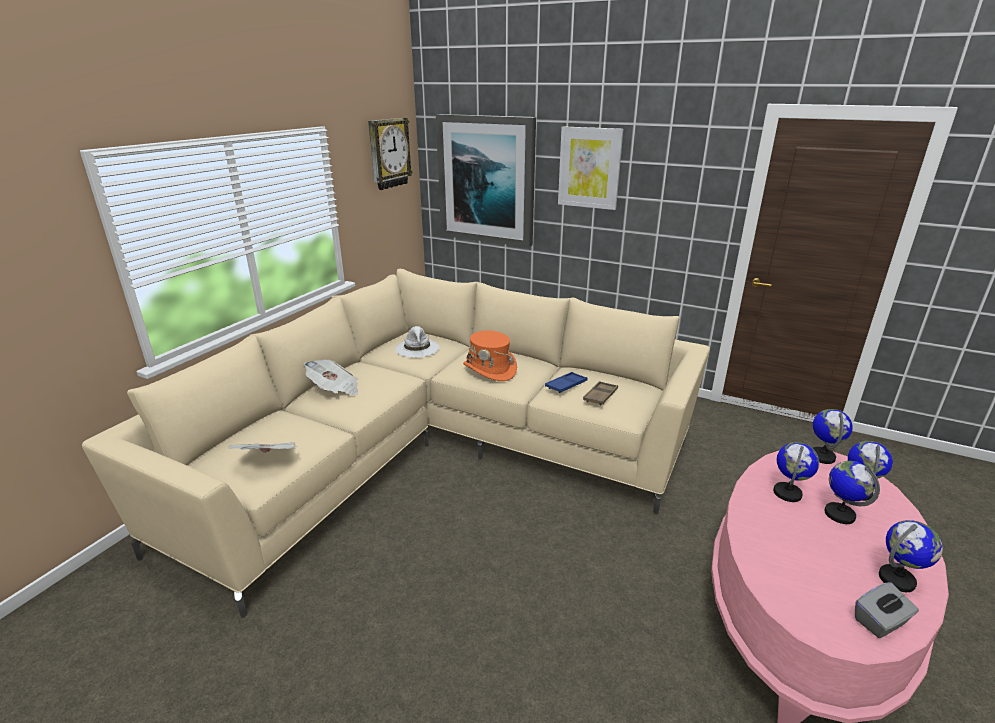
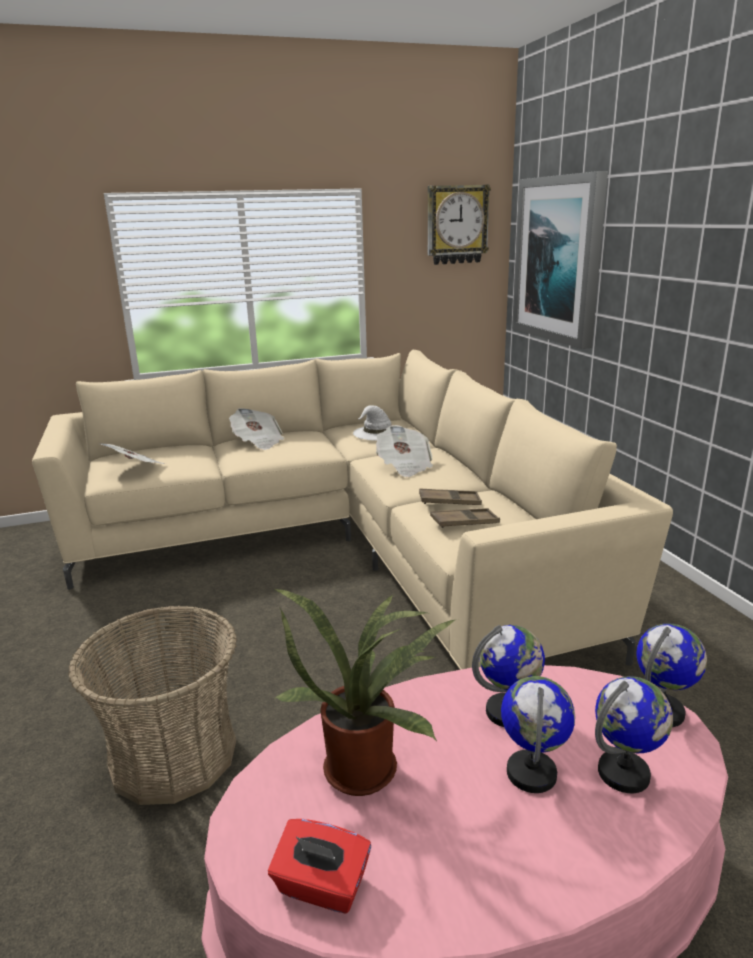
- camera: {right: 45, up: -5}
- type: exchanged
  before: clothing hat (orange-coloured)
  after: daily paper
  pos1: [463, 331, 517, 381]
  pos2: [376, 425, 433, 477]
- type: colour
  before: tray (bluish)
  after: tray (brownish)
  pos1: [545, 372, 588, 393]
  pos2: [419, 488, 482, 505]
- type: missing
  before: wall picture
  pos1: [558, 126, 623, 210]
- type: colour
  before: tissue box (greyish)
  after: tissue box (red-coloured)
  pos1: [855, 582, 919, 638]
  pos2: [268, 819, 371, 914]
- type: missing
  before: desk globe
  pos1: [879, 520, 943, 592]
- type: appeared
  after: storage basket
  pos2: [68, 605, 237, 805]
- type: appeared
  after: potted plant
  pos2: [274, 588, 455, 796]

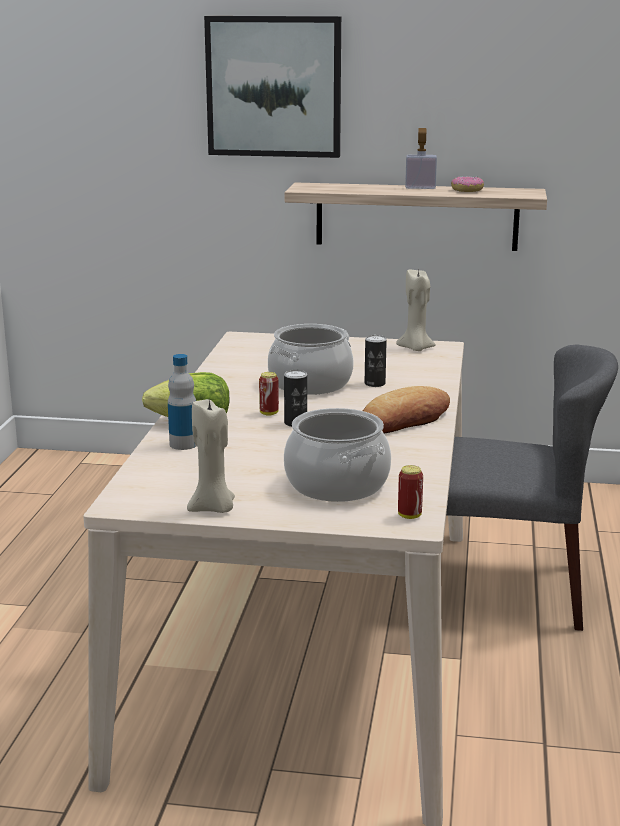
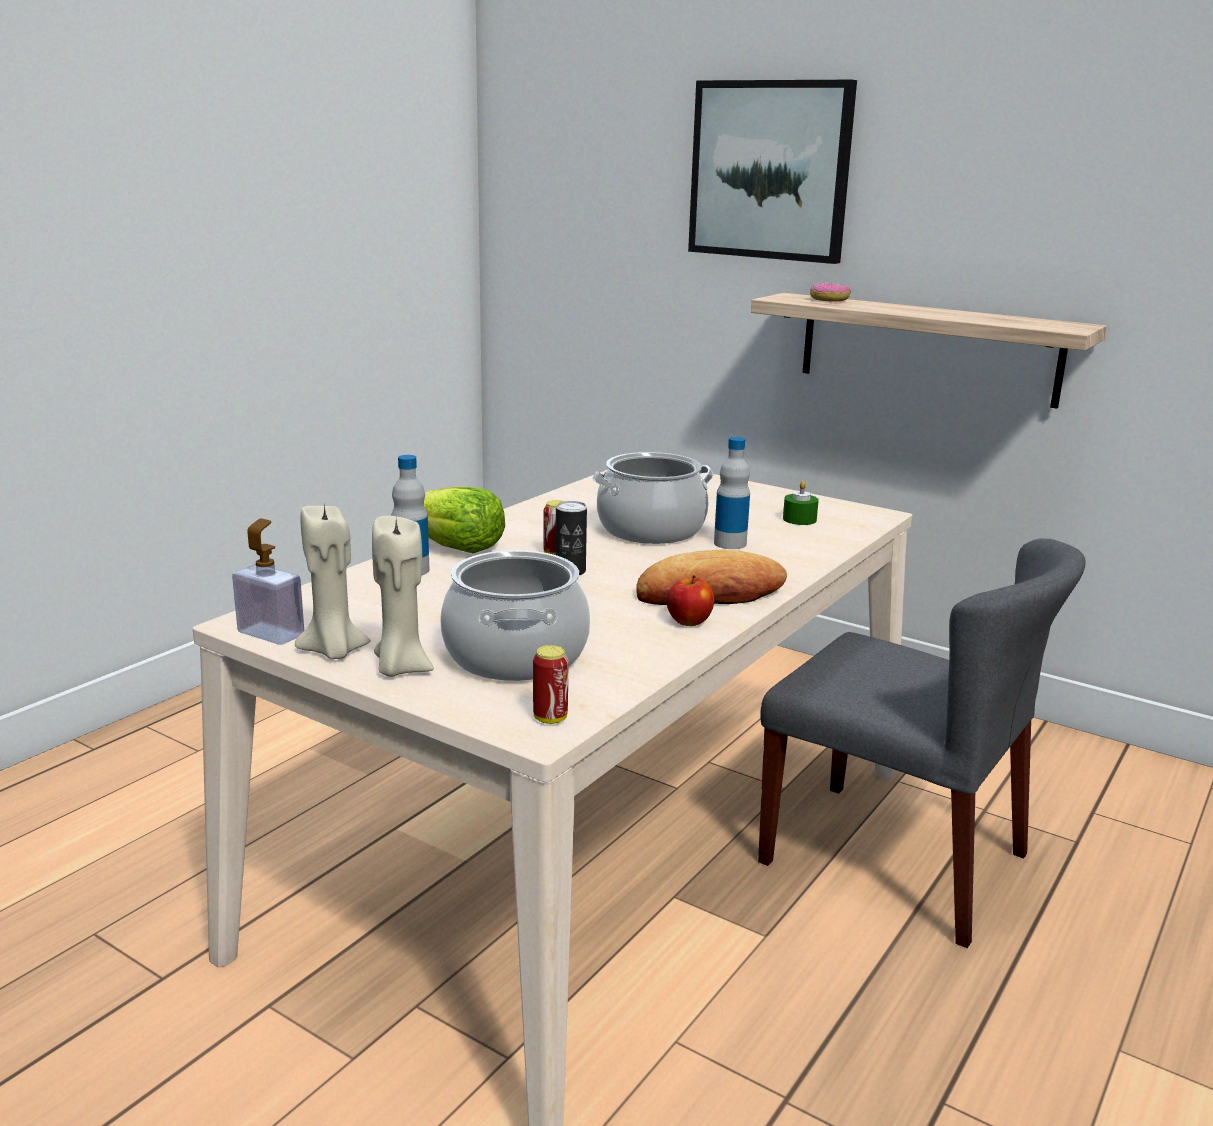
- camera: {right: 25, up: 0}
- type: exchanged
  before: metal can
  after: drink bottle
  pos1: [365, 335, 387, 387]
  pos2: [714, 437, 750, 549]
- type: relocated
  before: wax light (beige-coloured)
  pos1: [396, 269, 436, 351]
  pos2: [372, 516, 434, 677]
- type: relocated
  before: soap bottle
  pos1: [405, 128, 437, 189]
  pos2: [232, 518, 304, 645]
- type: relocated
  before: doughnut
  pos1: [451, 176, 484, 192]
  pos2: [810, 282, 851, 302]
- type: appeared
  after: apple fruit
  pos2: [667, 575, 714, 626]
- type: appeared
  after: wax light (greenish)
  pos2: [783, 481, 819, 525]

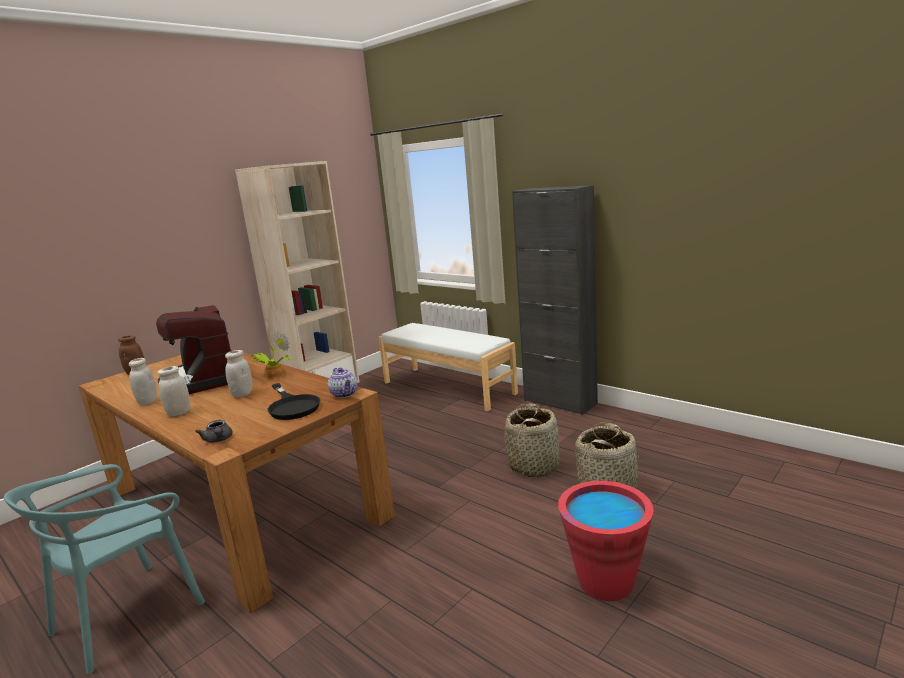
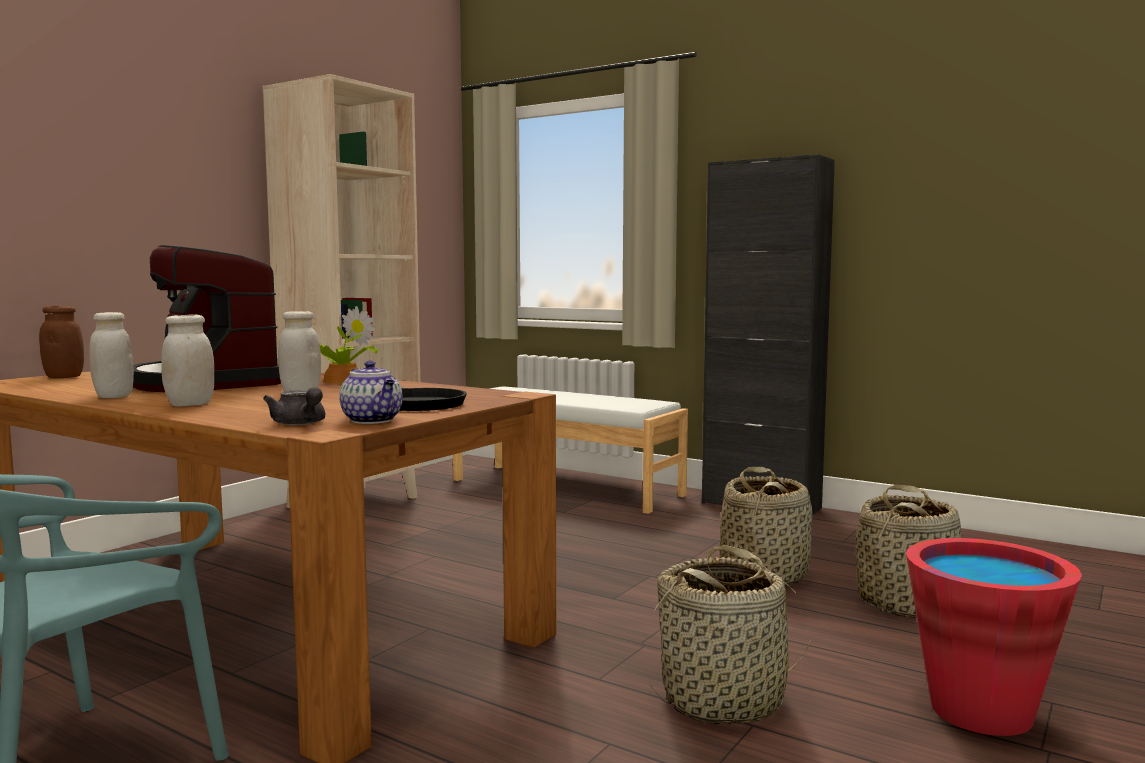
- camera: {right: -10, up: -10}
- type: relocated
  before: pot for tea
  pos1: [328, 368, 357, 398]
  pos2: [339, 361, 403, 424]
- type: appeared
  after: storage basket
  pos2: [647, 545, 812, 724]

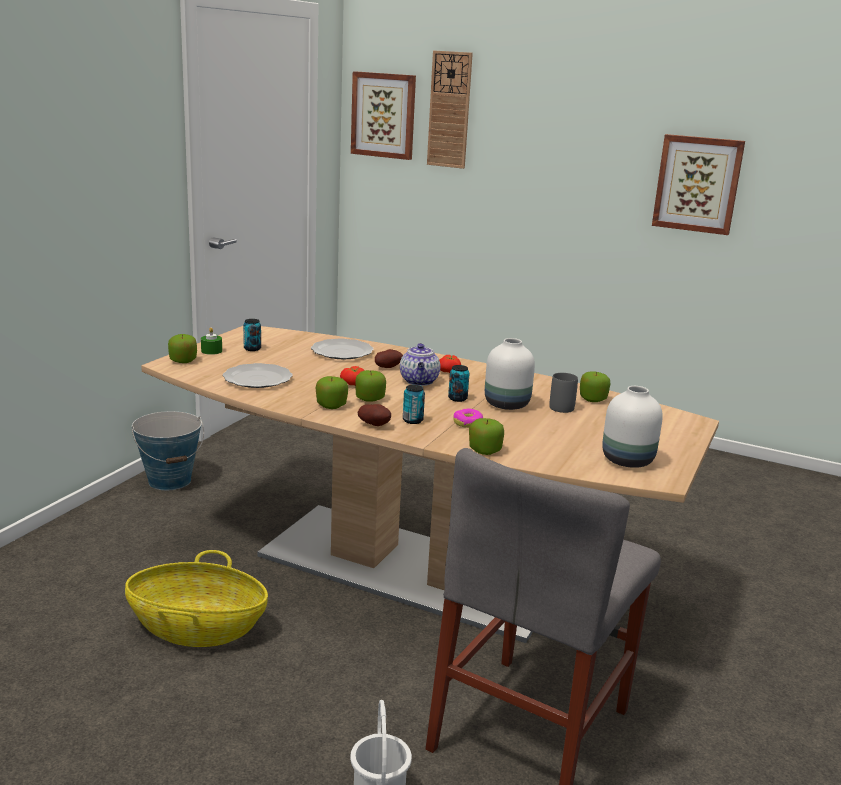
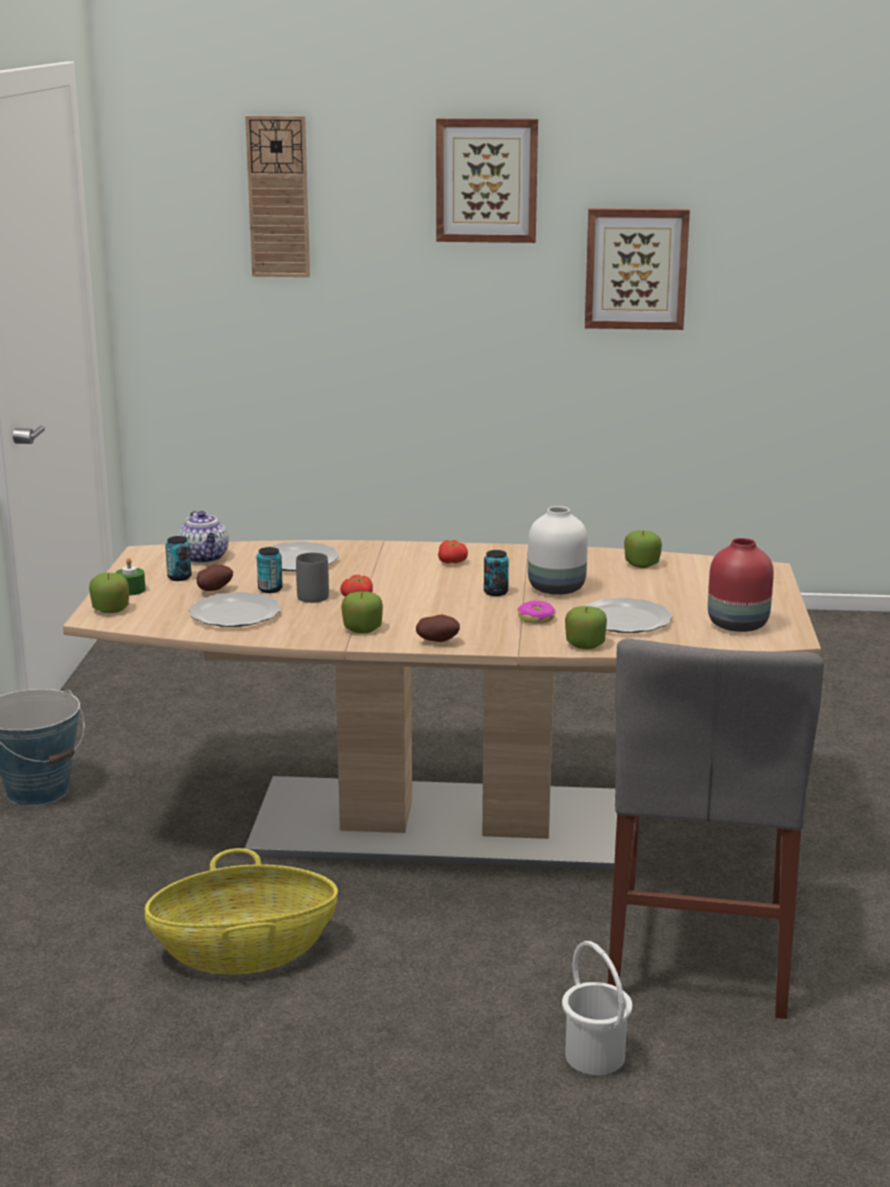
- camera: {right: -20, up: 0}
- type: relocated
  before: wall picture
  pos1: [351, 71, 416, 160]
  pos2: [436, 118, 538, 243]
- type: missing
  before: apple fruit
  pos1: [355, 370, 386, 402]
- type: relocated
  before: whole potato
  pos1: [375, 349, 403, 368]
  pos2: [197, 565, 233, 591]
- type: relocated
  before: pot for tea
  pos1: [400, 343, 441, 386]
  pos2: [178, 511, 229, 563]
- type: relocated
  before: metal can
  pos1: [403, 385, 425, 424]
  pos2: [257, 547, 283, 593]
- type: relocated
  before: mug (greyish)
  pos1: [549, 373, 578, 413]
  pos2: [296, 553, 329, 603]
- type: colour
  before: flower vase (white-coloured)
  after: flower vase (red-coloured)
  pos1: [602, 386, 663, 468]
  pos2: [708, 538, 774, 632]
- type: appeared
  after: flat dish
  pos2: [584, 598, 673, 633]

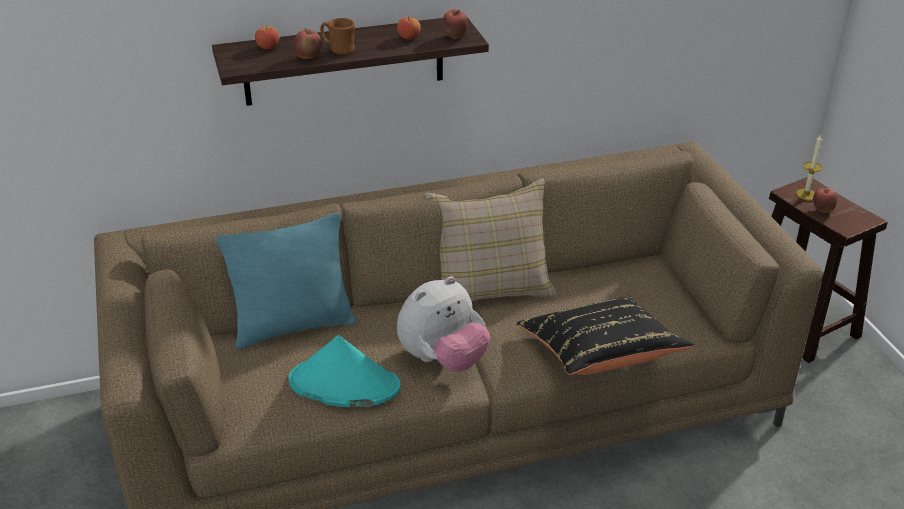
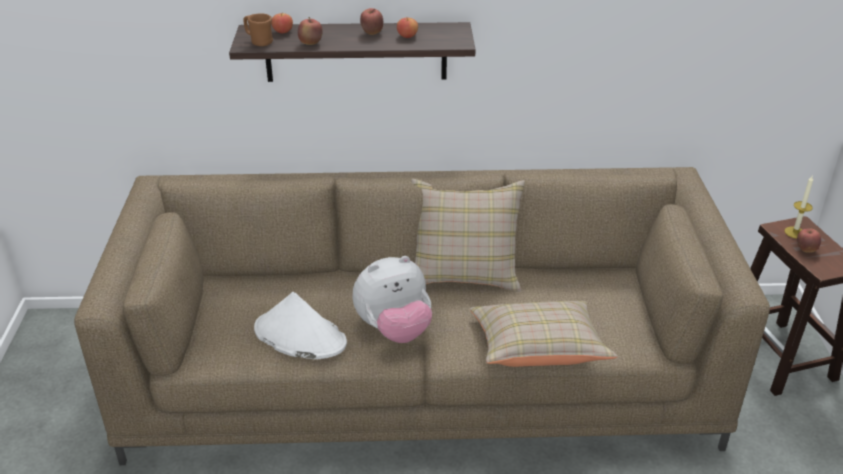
- camera: {right: 15, up: 0}
- type: missing
  before: throw pillow (turquoise-coloured)
  pos1: [217, 213, 356, 349]
- type: colour
  before: clothing hat (turquoise-coloured)
  after: clothing hat (white-coloured)
  pos1: [289, 335, 401, 407]
  pos2: [254, 292, 347, 359]
- type: relocated
  before: mug (brownish)
  pos1: [320, 18, 355, 54]
  pos2: [243, 13, 273, 46]
- type: relocated
  before: apple fruit
  pos1: [442, 9, 468, 39]
  pos2: [360, 8, 383, 35]
- type: colour
  before: throw pillow (black)
  after: throw pillow (beige-coloured)
  pos1: [517, 296, 694, 375]
  pos2: [470, 301, 618, 367]

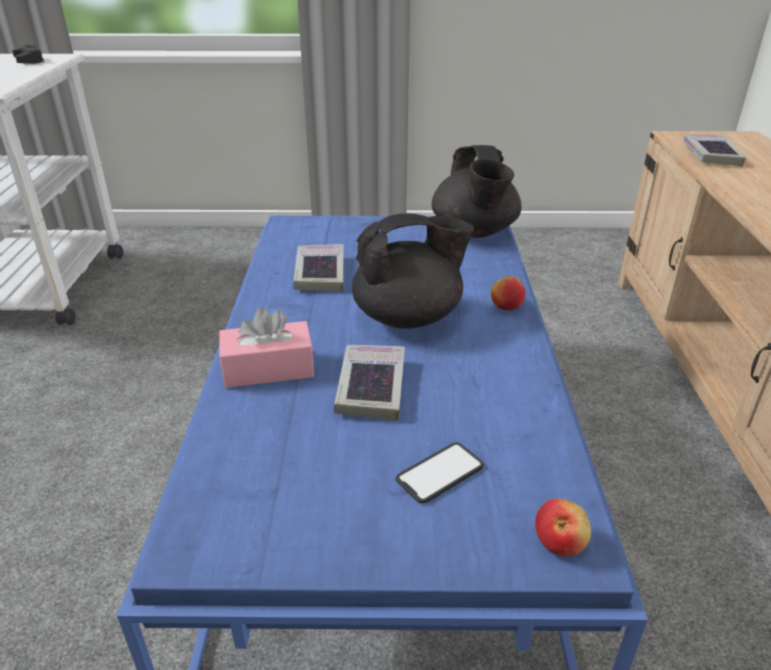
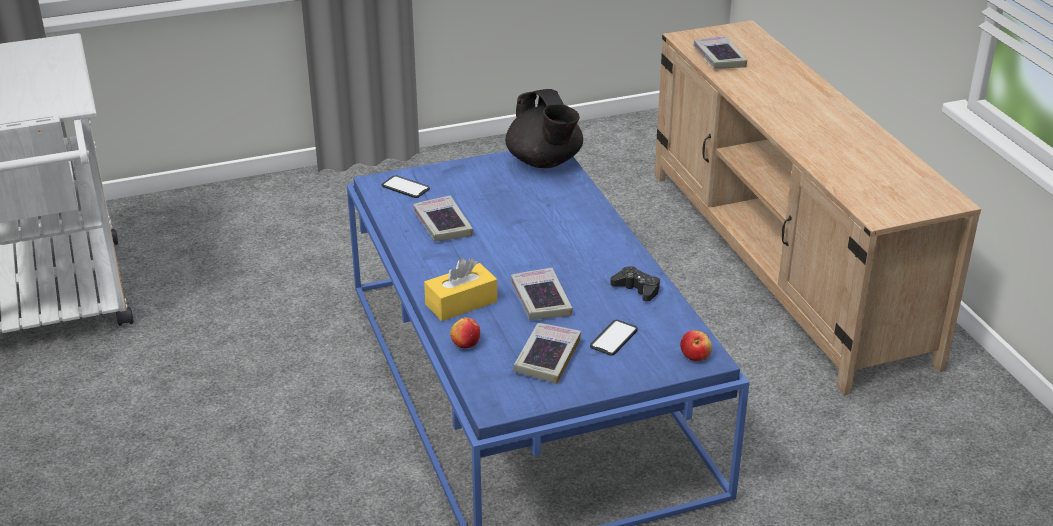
- camera: {right: -20, up: 0}
- type: relocated
  before: gamepad (black)
  pos1: [12, 44, 45, 64]
  pos2: [610, 266, 660, 301]
- type: colour
  before: tissue box (pink)
  after: tissue box (yellow-coloured)
  pos1: [220, 307, 314, 388]
  pos2: [424, 258, 497, 321]
- type: missing
  before: pot for tea (black)
  pos1: [352, 214, 474, 328]
- type: relocated
  before: apple fruit
  pos1: [491, 276, 525, 310]
  pos2: [450, 317, 480, 348]
- type: appeared
  after: phone
  pos2: [382, 175, 430, 198]
- type: appeared
  after: book
  pos2: [513, 323, 581, 384]

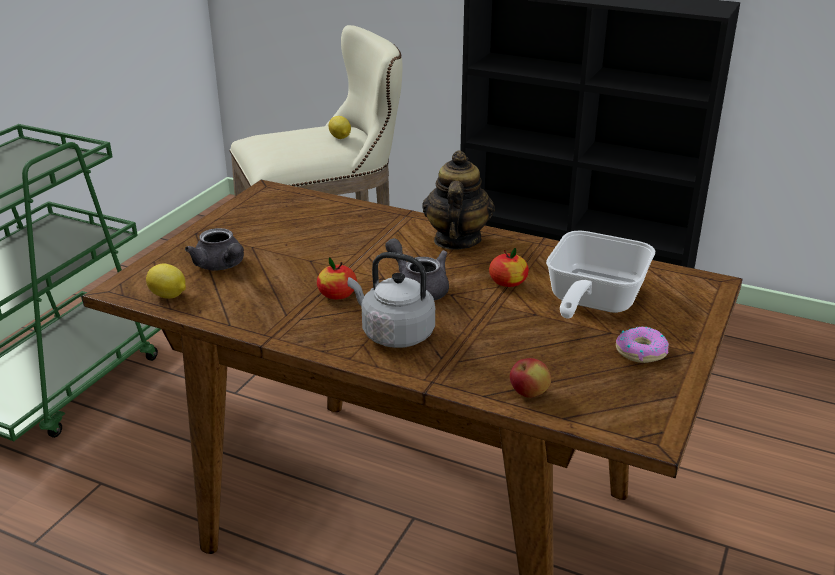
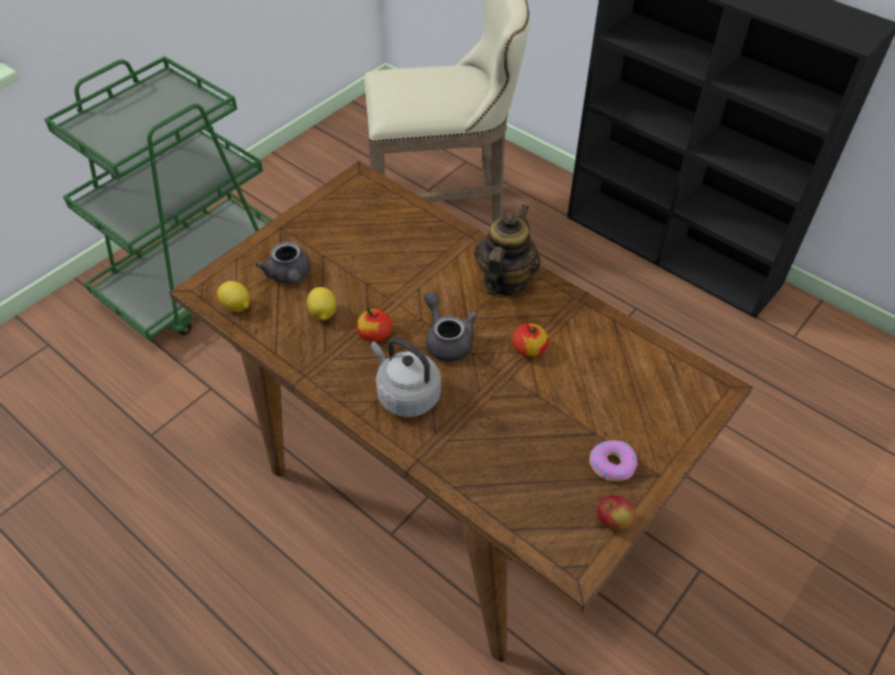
- camera: {right: 15, up: 20}
- type: relocated
  before: lemon
  pos1: [328, 116, 351, 139]
  pos2: [307, 287, 337, 321]
- type: relocated
  before: apple fruit
  pos1: [510, 358, 551, 398]
  pos2: [597, 495, 635, 530]
- type: missing
  before: pan
  pos1: [546, 230, 655, 319]

